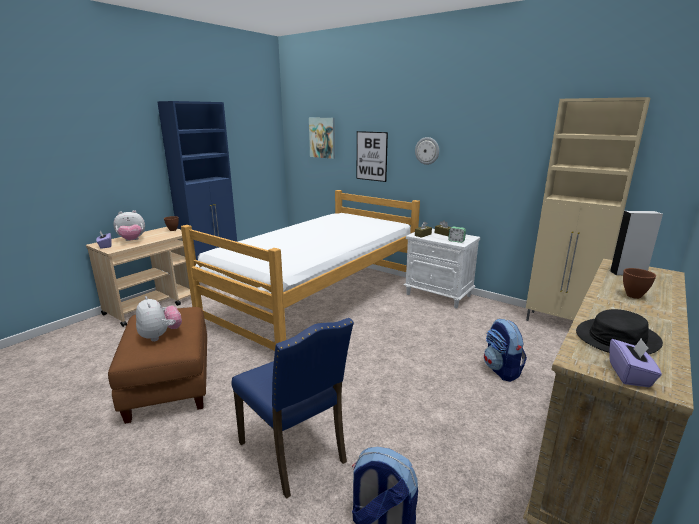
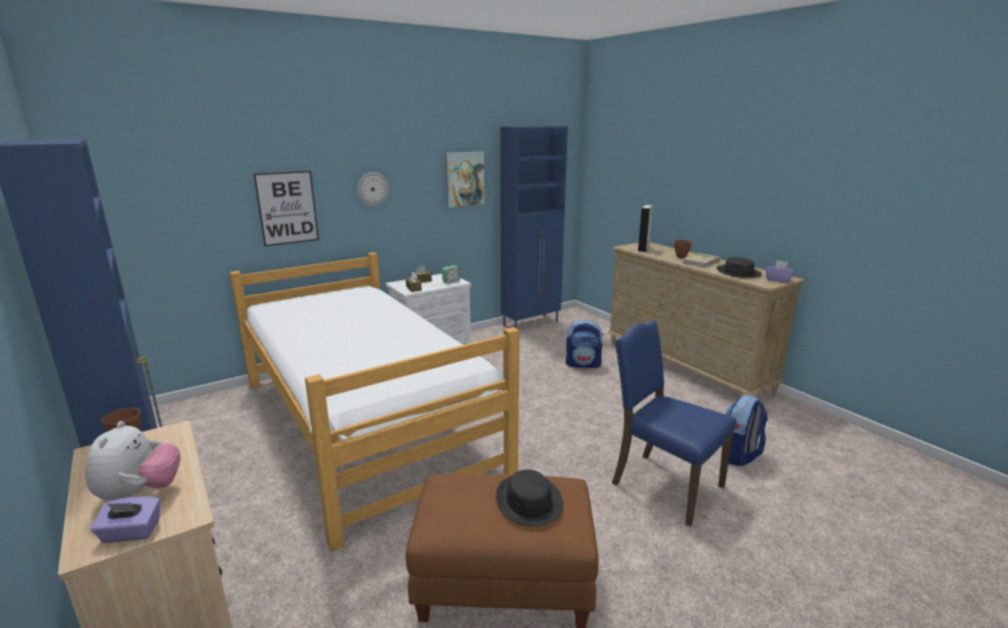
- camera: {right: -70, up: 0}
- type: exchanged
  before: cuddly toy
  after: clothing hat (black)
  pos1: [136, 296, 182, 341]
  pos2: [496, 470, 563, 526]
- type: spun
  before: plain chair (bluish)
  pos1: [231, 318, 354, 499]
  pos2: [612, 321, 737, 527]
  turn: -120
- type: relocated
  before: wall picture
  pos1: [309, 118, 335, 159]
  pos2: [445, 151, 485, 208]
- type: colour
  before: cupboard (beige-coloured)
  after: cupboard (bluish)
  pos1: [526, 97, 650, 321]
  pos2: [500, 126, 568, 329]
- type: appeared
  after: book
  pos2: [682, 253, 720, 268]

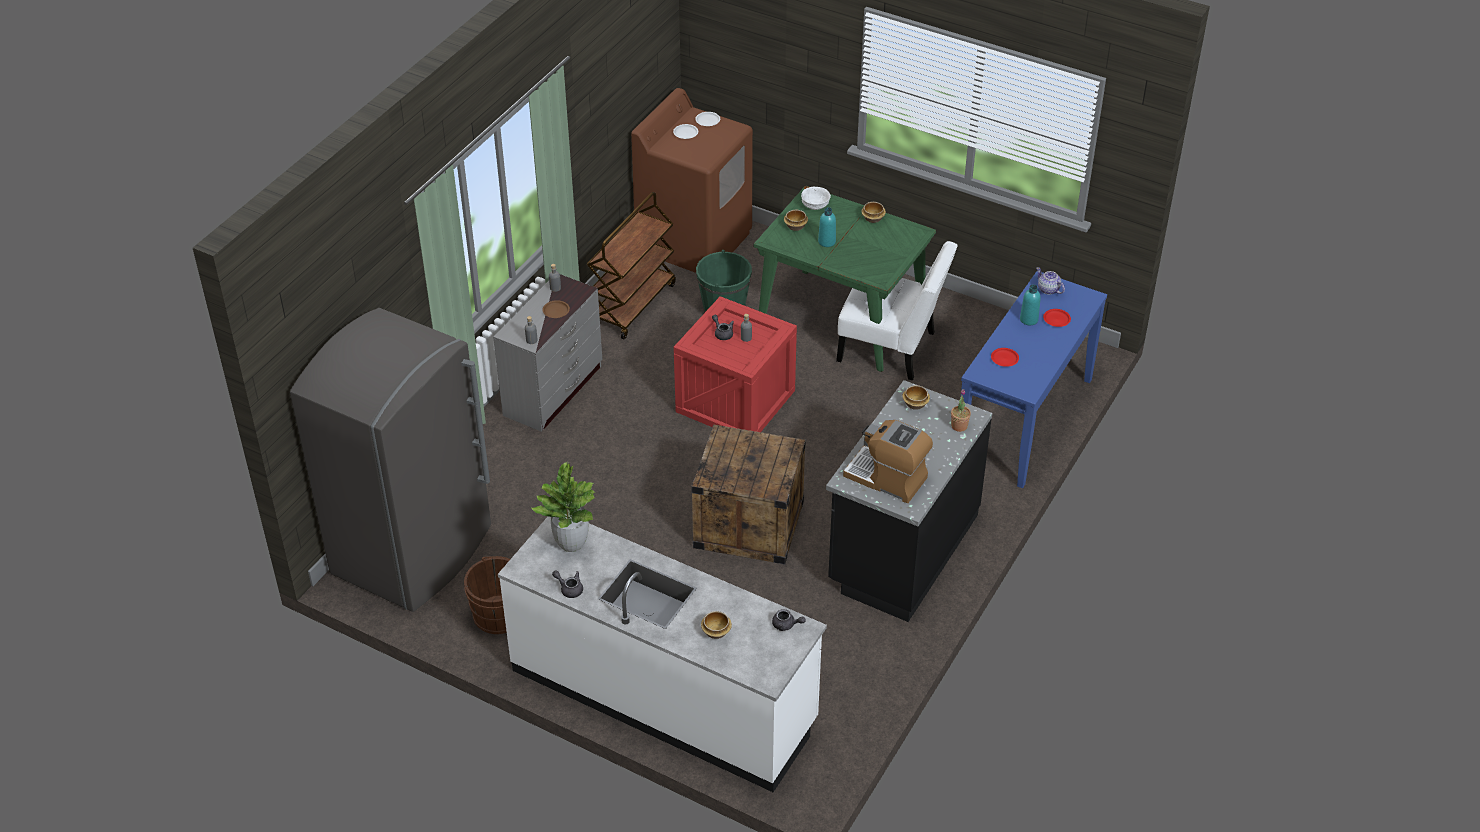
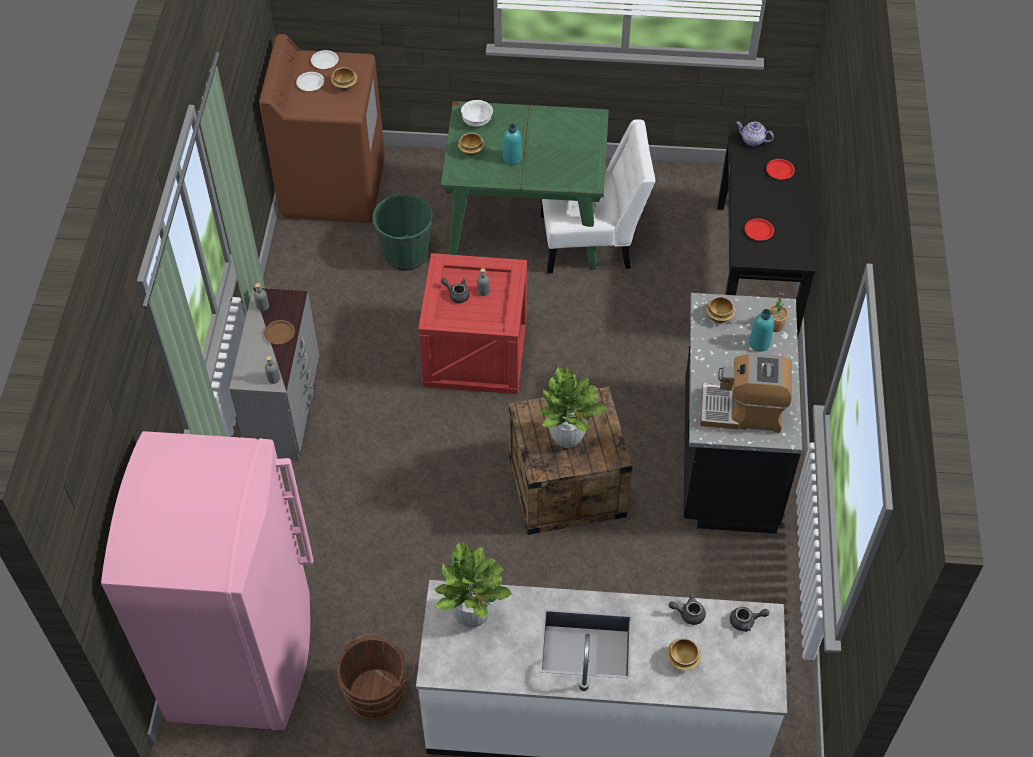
- camera: {right: -25, up: 10}
- type: colour
  before: kitchen fridge (greyish)
  after: kitchen fridge (pink)
  pos1: [290, 308, 491, 612]
  pos2: [101, 431, 314, 730]
- type: relocated
  before: pot for tea (greyish)
  pos1: [552, 570, 583, 598]
  pos2: [669, 592, 706, 625]
- type: missing
  before: wheeled cart (brownish)
  pos1: [587, 192, 676, 340]
- type: relocated
  before: deep dish
  pos1: [861, 202, 886, 223]
  pos2: [331, 67, 357, 91]
- type: colour
  before: console table (bluish)
  after: console table (black)
  pos1: [960, 271, 1107, 488]
  pos2: [717, 123, 816, 337]
- type: relocated
  before: drink bottle (turquoise-coloured)
  pos1: [1020, 284, 1041, 325]
  pos2: [749, 309, 774, 352]
- type: appeared
  after: potted plant
  pos2: [538, 367, 608, 448]

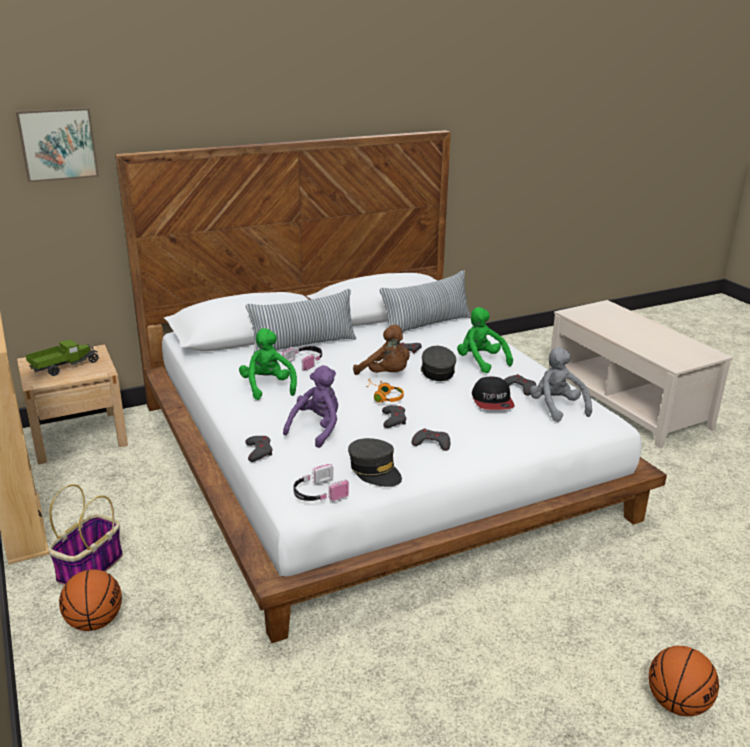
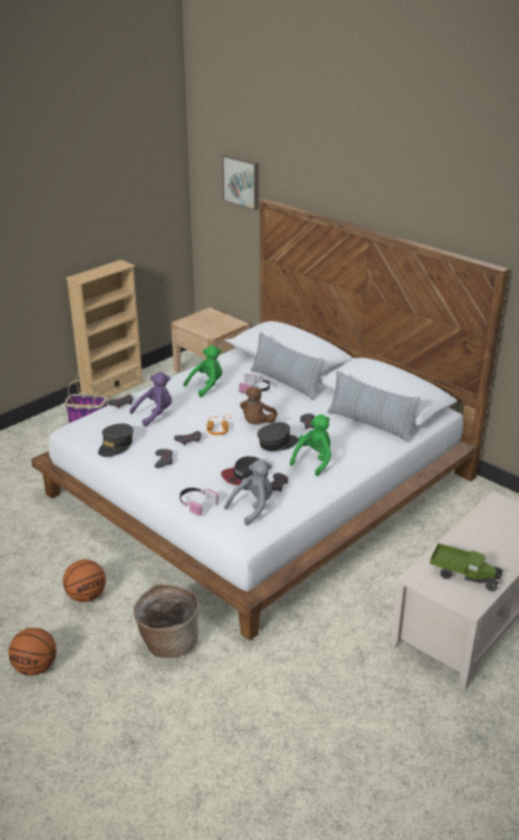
- camera: {right: 70, up: 5}
- type: relocated
  before: toy truck
  pos1: [26, 340, 99, 376]
  pos2: [430, 543, 503, 591]
- type: relocated
  before: basketball ball
  pos1: [59, 569, 122, 631]
  pos2: [63, 559, 106, 602]
- type: spun
  before: cuddly toy (purple-coloured)
  pos1: [283, 365, 338, 448]
  pos2: [130, 372, 172, 427]
  turn: -45
- type: relocated
  before: headphones
  pos1: [293, 464, 349, 502]
  pos2: [180, 488, 219, 516]
- type: appeared
  after: storage basket
  pos2: [133, 583, 199, 658]

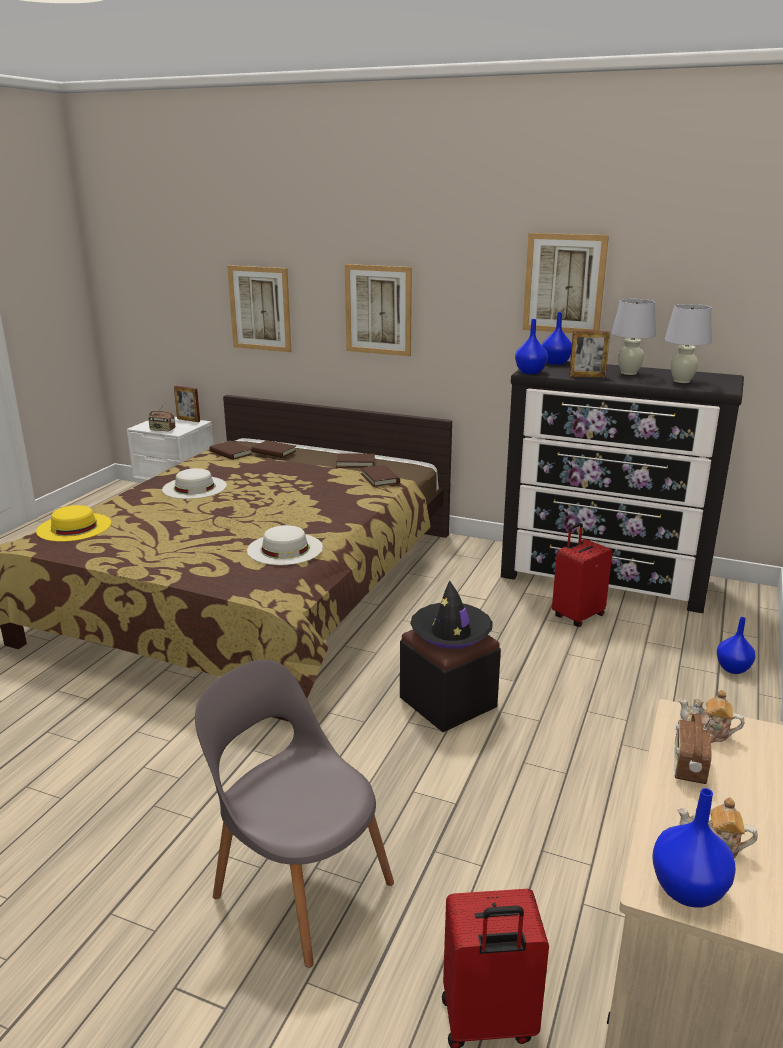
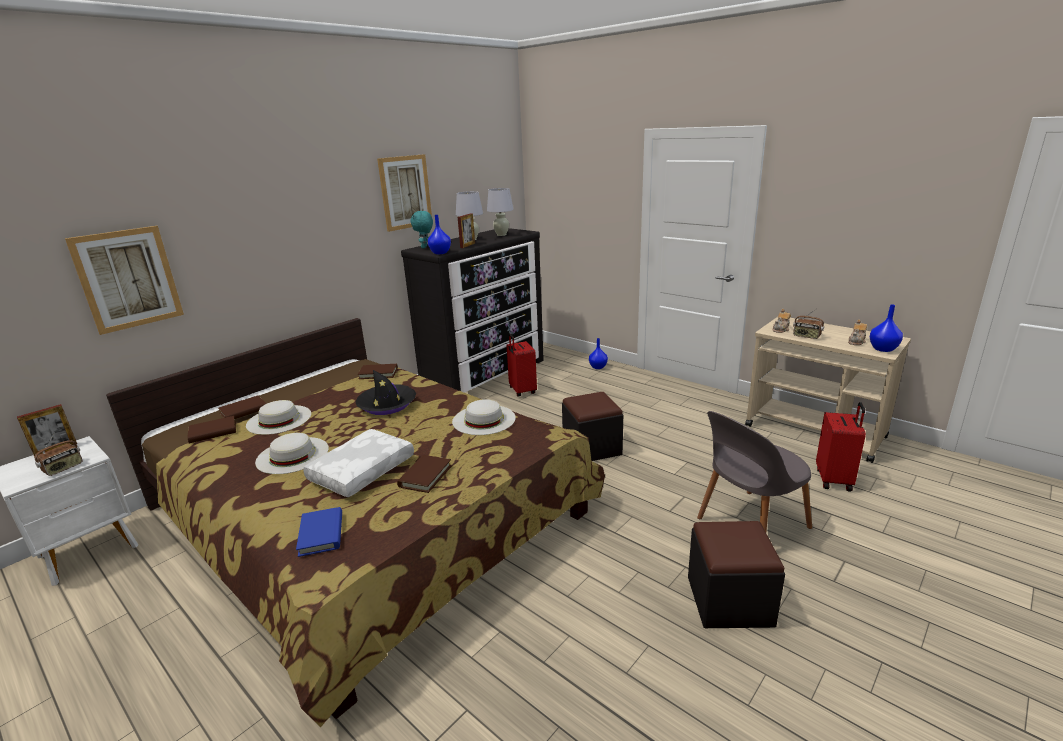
- camera: {right: -70, up: 0}
- type: exchanged
  before: clothing hat (yellow-coloured)
  after: book (bluish)
  pos1: [36, 505, 111, 542]
  pos2: [296, 507, 342, 557]
- type: relocated
  before: book (brownish)
  pos1: [336, 454, 375, 467]
  pos2: [397, 455, 452, 493]
- type: missing
  before: wall picture
  pos1: [345, 264, 412, 356]
- type: relocated
  before: clothing hat (black)
  pos1: [410, 580, 493, 649]
  pos2: [355, 370, 416, 415]
- type: exchanged
  before: flower vase (bluish)
  after: cuddly toy (turquoise-coloured)
  pos1: [542, 312, 572, 365]
  pos2: [410, 211, 433, 248]
- type: appeared
  after: clothing hat (white-coloured)
  pos2: [246, 400, 311, 435]
- type: appeared
  after: throw pillow (white-coloured)
  pos2: [303, 429, 414, 497]
- type: appeared
  after: pouffe (black)
  pos2: [688, 521, 785, 628]

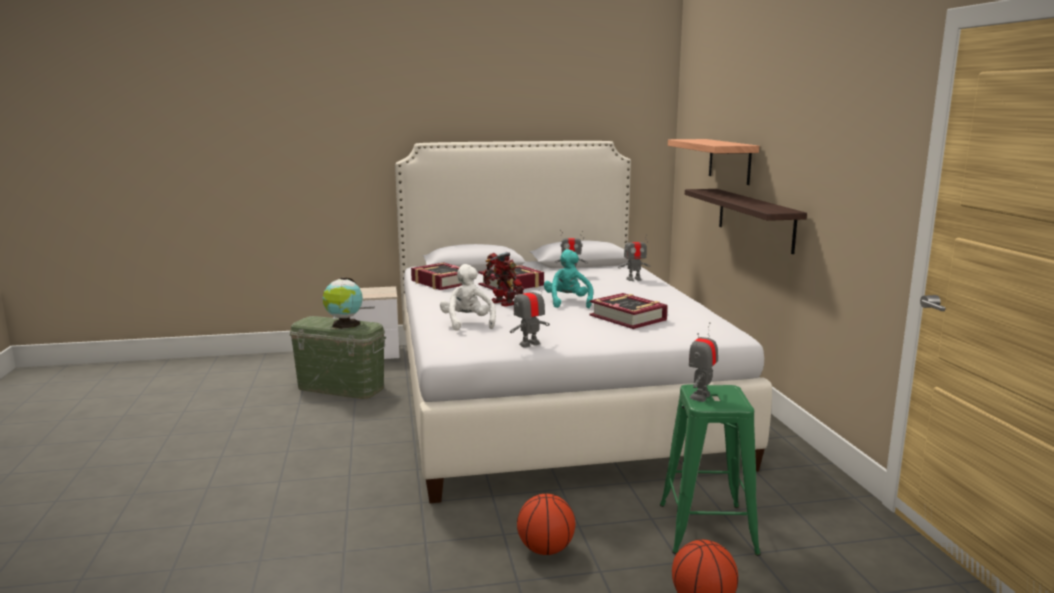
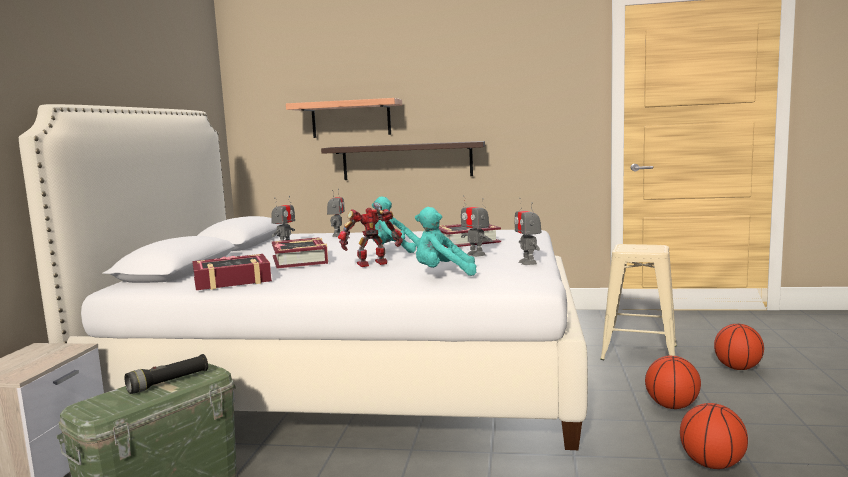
- camera: {right: -70, up: -5}
- type: exchanged
  before: desk globe
  after: hand torch (black)
  pos1: [322, 277, 363, 329]
  pos2: [124, 354, 208, 394]
- type: colour
  before: cuddly toy (white-coloured)
  after: cuddly toy (turquoise-coloured)
  pos1: [440, 264, 496, 331]
  pos2: [415, 207, 476, 276]
- type: colour
  before: stool seat (greenish)
  after: stool seat (beige-coloured)
  pos1: [660, 384, 761, 556]
  pos2: [600, 244, 677, 360]
- type: relocated
  before: model robot
  pos1: [689, 322, 718, 402]
  pos2: [461, 195, 492, 257]
- type: appeared
  after: basketball ball
  pos2: [680, 403, 748, 469]

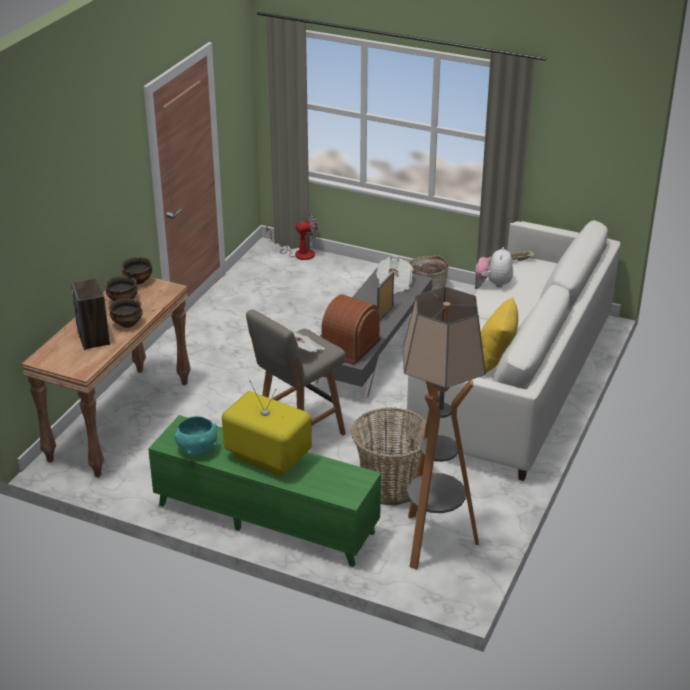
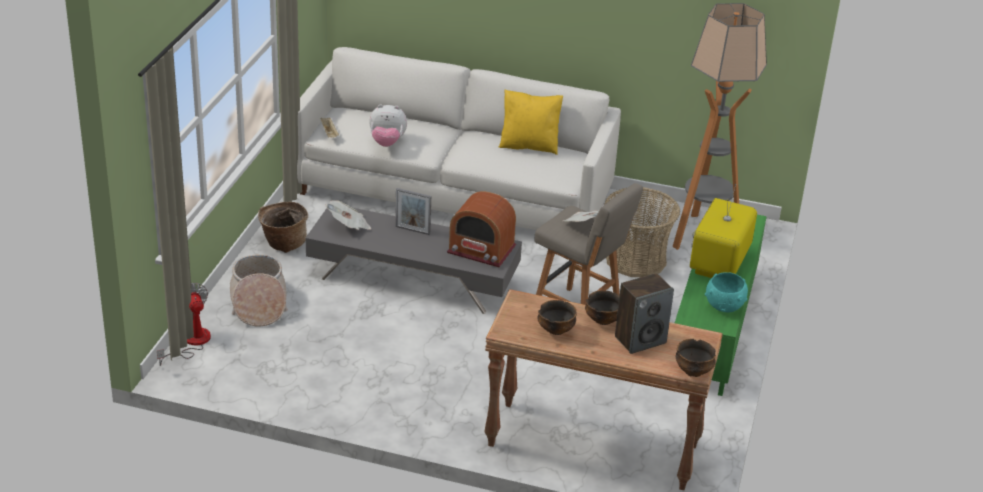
- camera: {right: -100, up: 0}
- type: relocated
  before: deep dish
  pos1: [122, 257, 152, 285]
  pos2: [675, 339, 716, 377]
- type: appeared
  after: storage basket
  pos2: [230, 254, 288, 326]

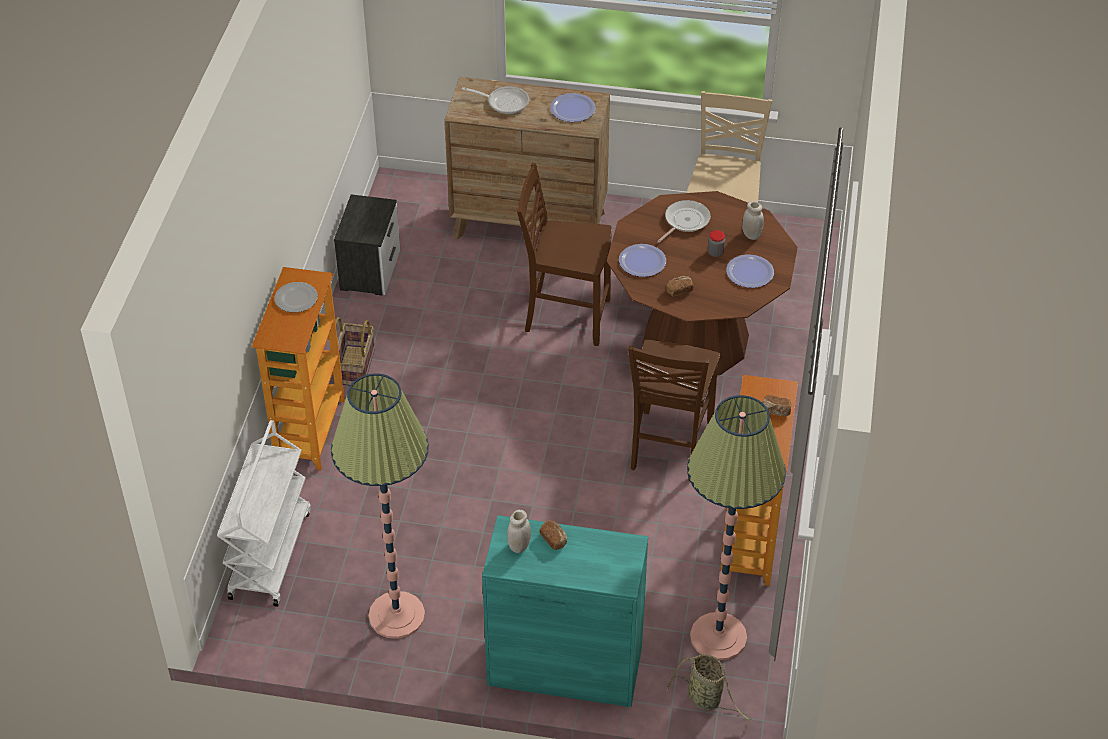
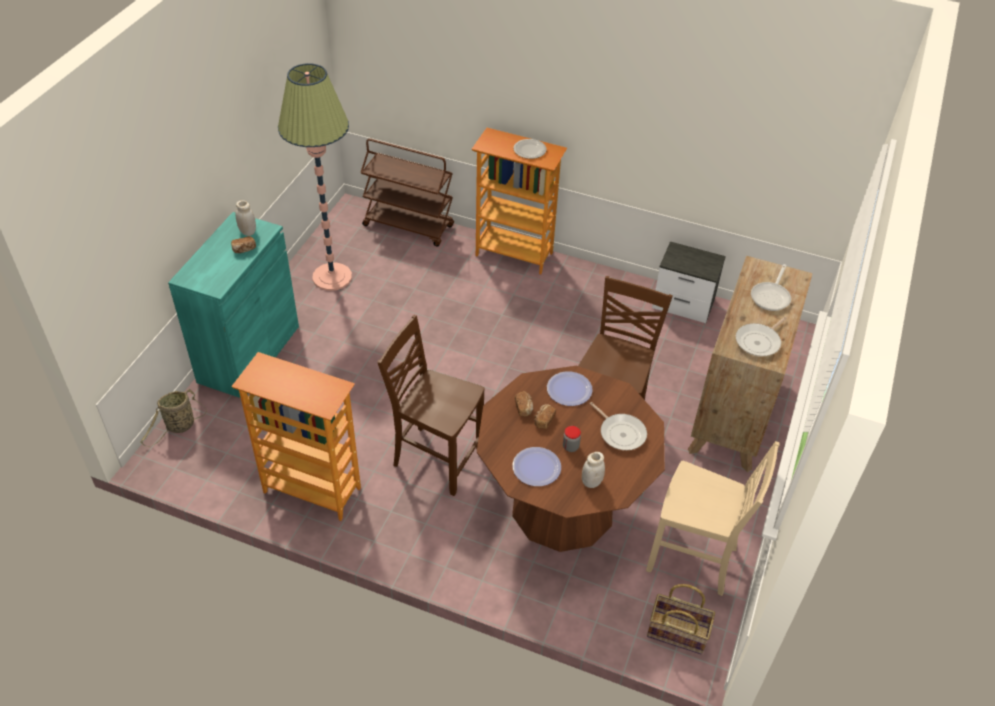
- camera: {right: 100, up: 0}
- type: colour
  before: wheeled cart (white-coloured)
  after: wheeled cart (brownish)
  pos1: [217, 420, 311, 607]
  pos2: [360, 138, 454, 247]
- type: relocated
  before: storage basket
  pos1: [335, 317, 375, 386]
  pos2: [647, 584, 715, 655]
- type: exchanged
  before: flat dish
  after: pan
  pos1: [550, 93, 596, 122]
  pos2: [736, 317, 787, 357]
- type: missing
  before: standing lamp
  pos1: [687, 395, 786, 660]
- type: relocated
  before: bread
  pos1: [762, 395, 791, 416]
  pos2: [534, 404, 556, 429]

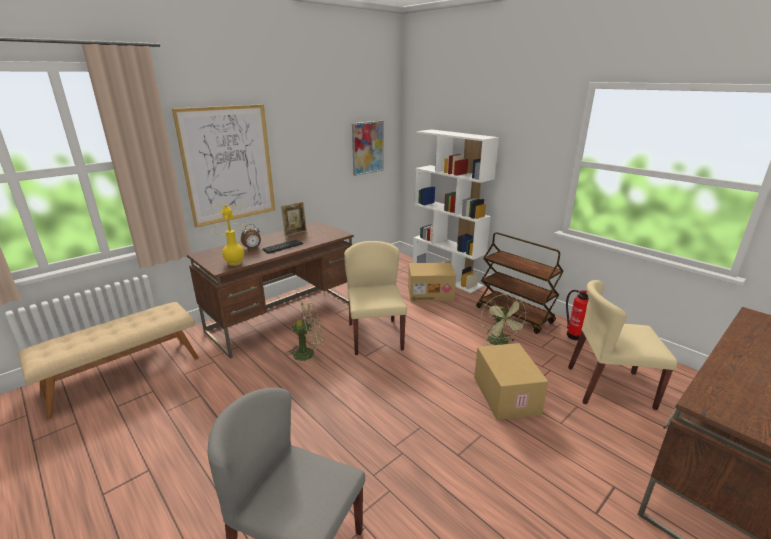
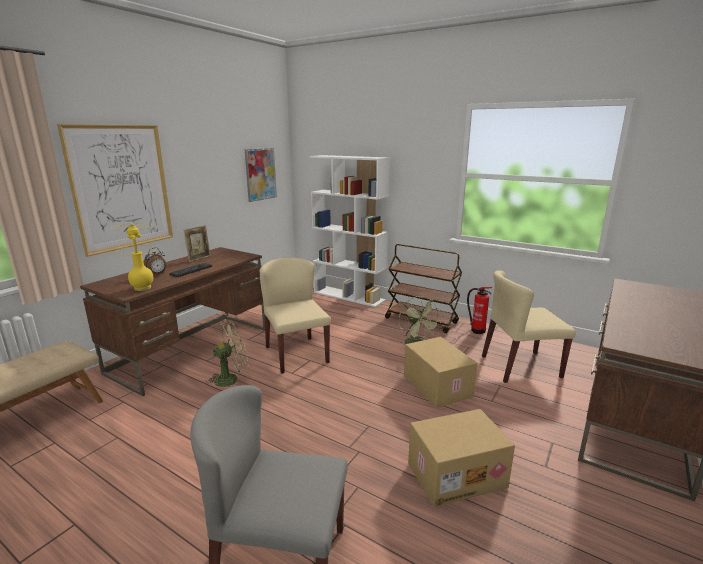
- camera: {right: -15, up: -5}
- type: relocated
  before: packing box
  pos1: [408, 263, 456, 301]
  pos2: [408, 409, 515, 507]

